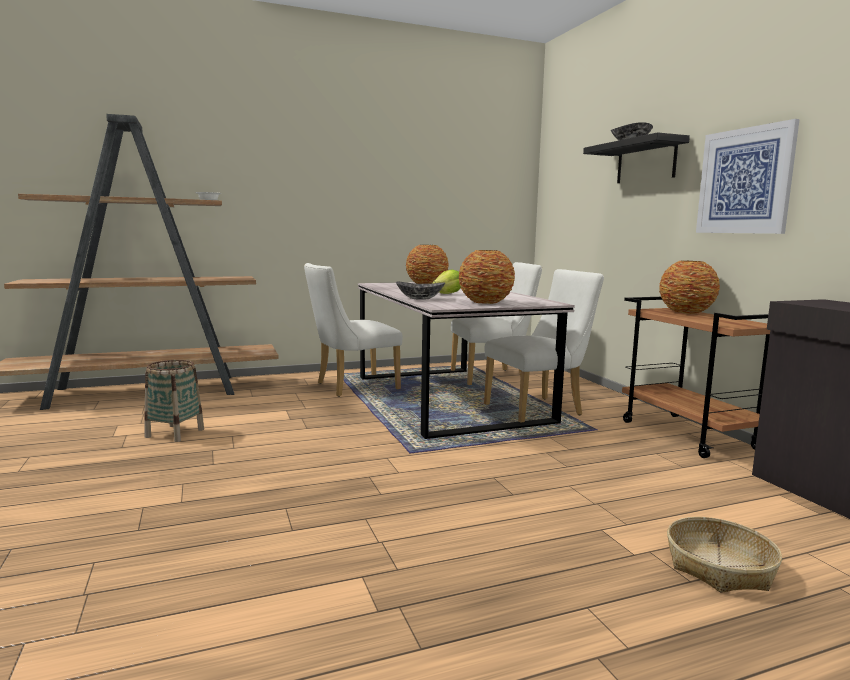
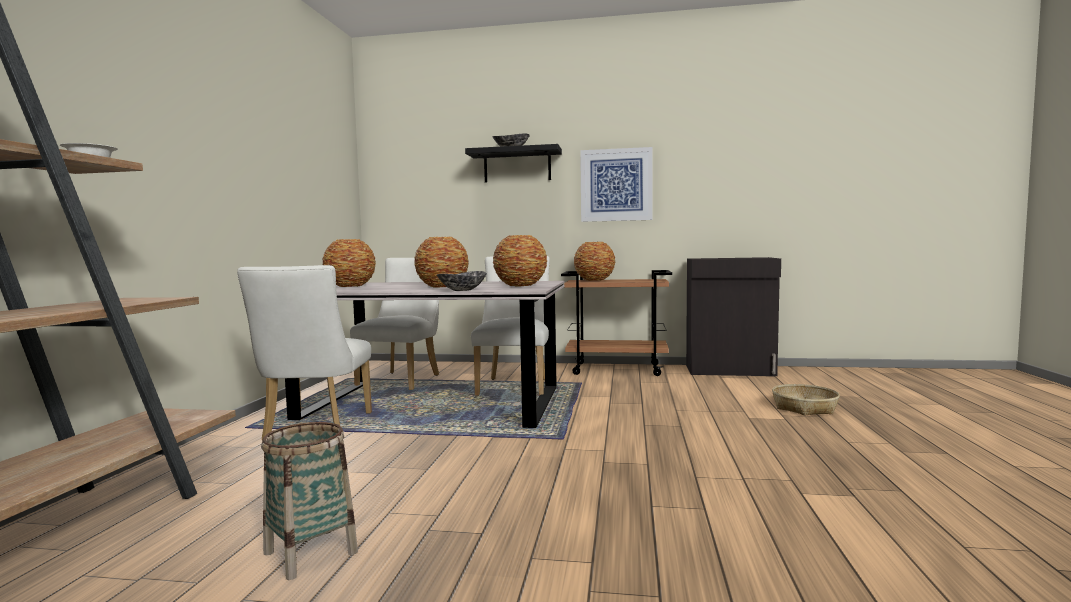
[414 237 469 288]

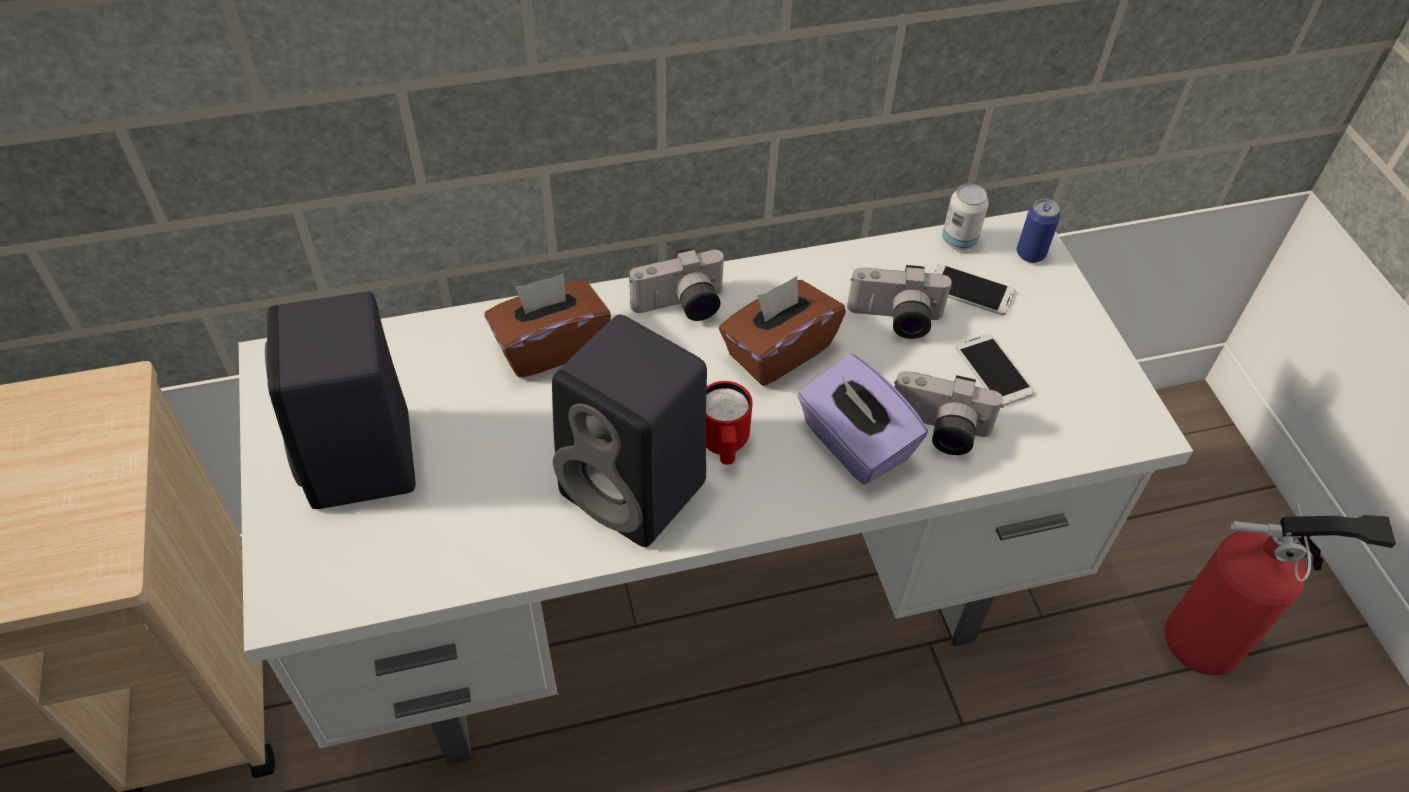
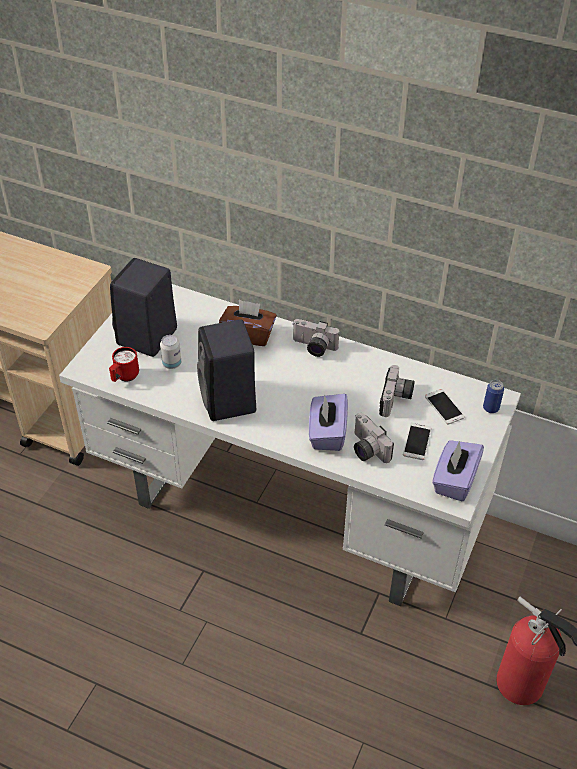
[719 276 846 386] (first image)
[432 440 484 501]
[109 347 139 382]
[160 335 181 369]
[379 365 415 417]

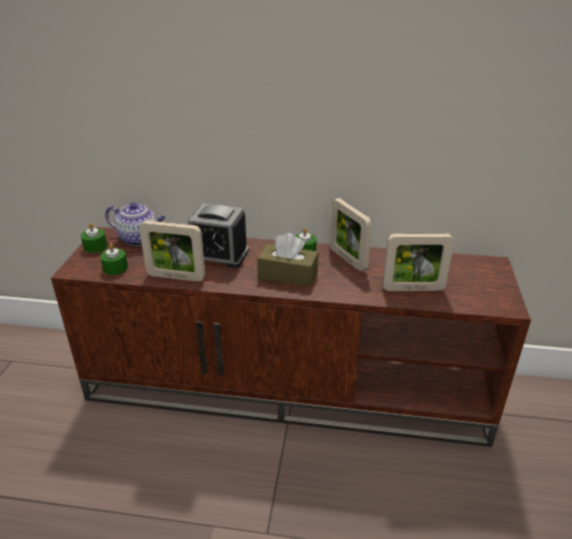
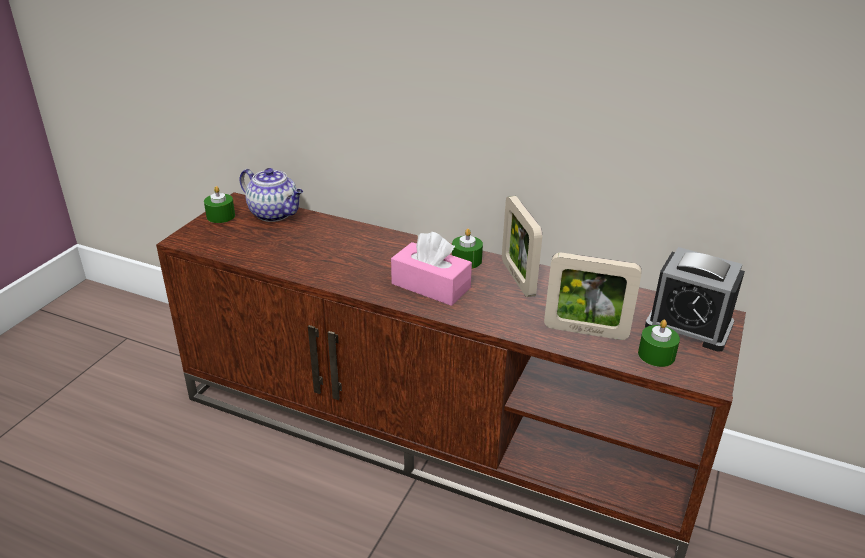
[139 221 205 282] (first image)
[638 320 680 367]
[645 247 745 352]
[391 232 472 306]

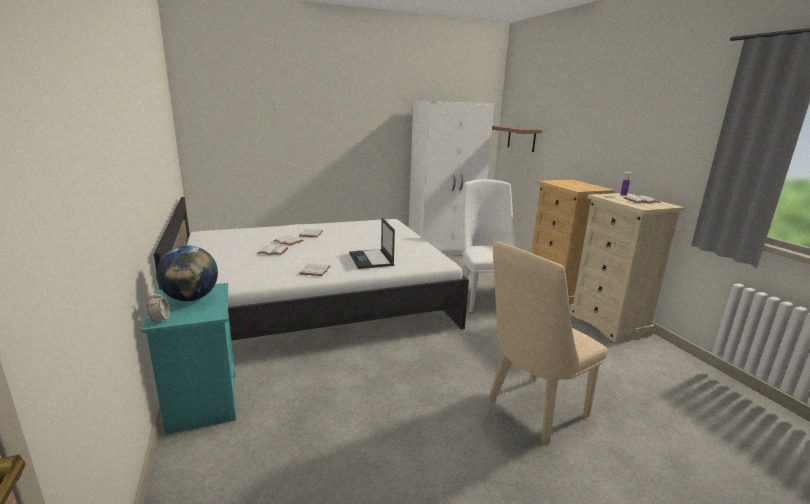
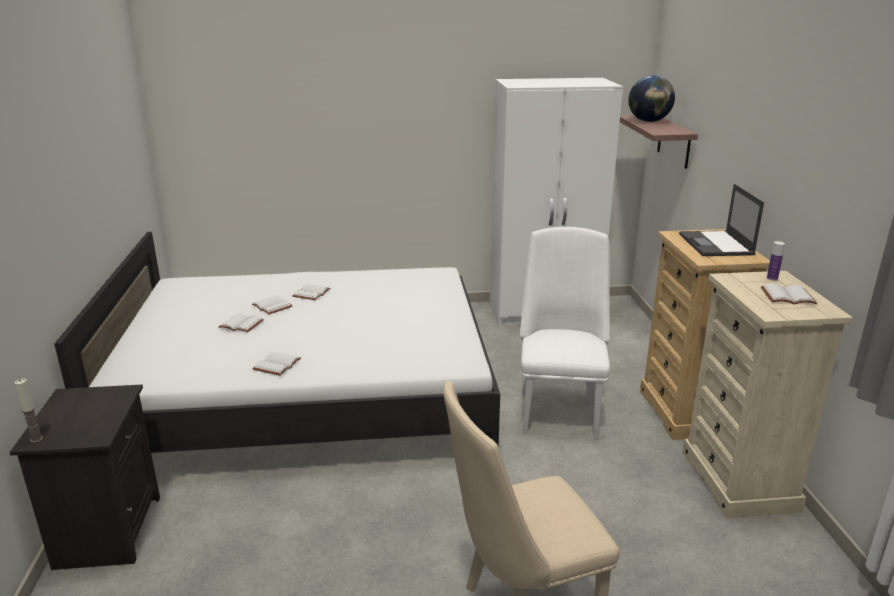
[628 75 675 122]
[679 184 764 256]
[14 379 43 443]
[10 385 160 570]

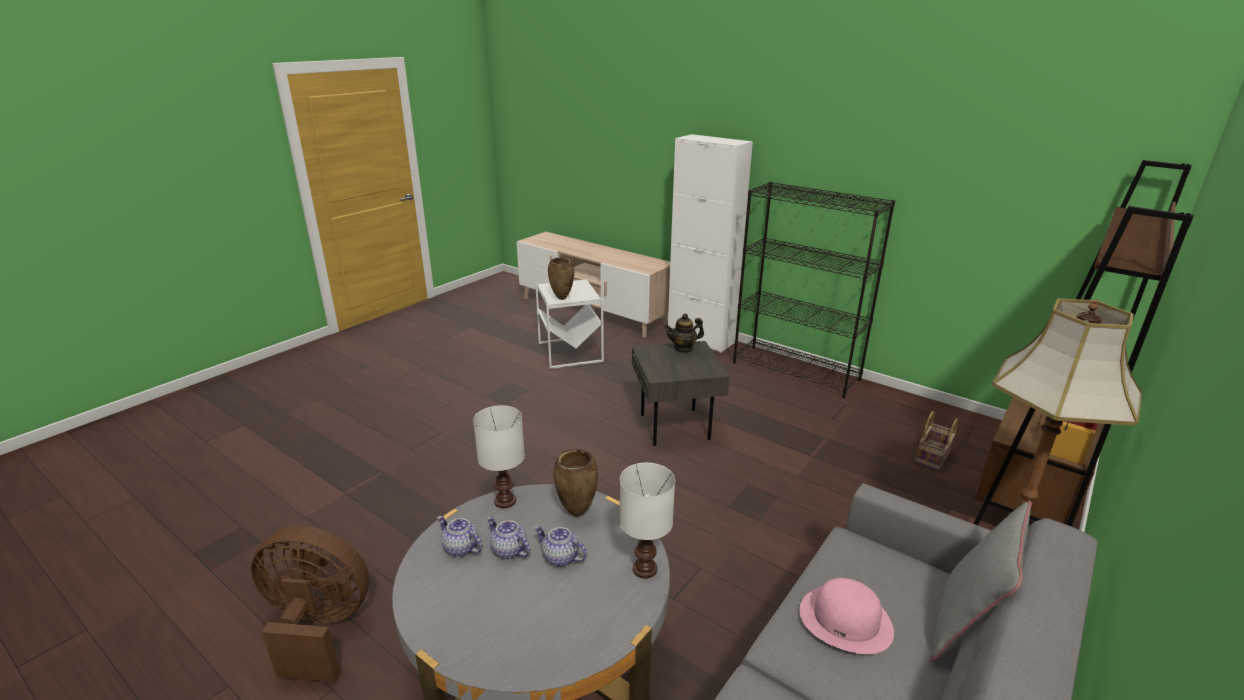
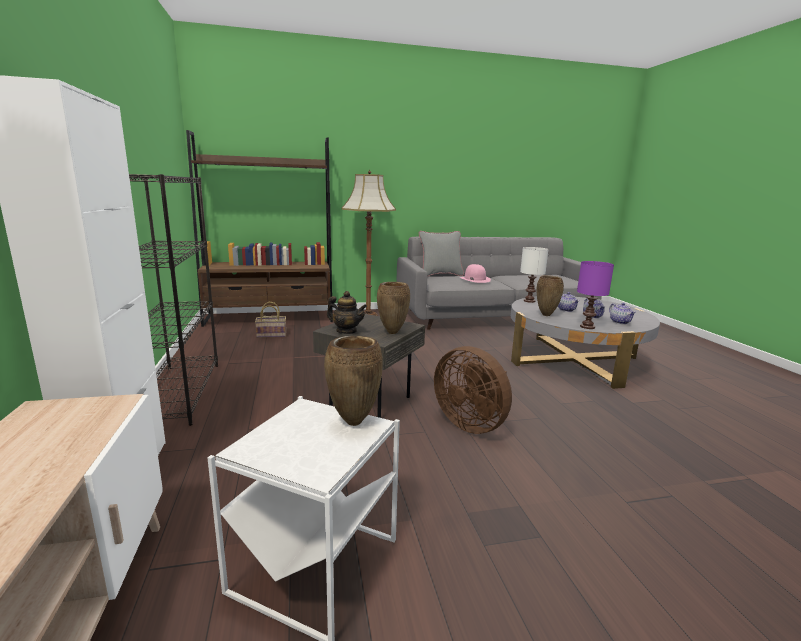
[377 282 410 334]
[434 346 512 434]
[577 261 614 329]

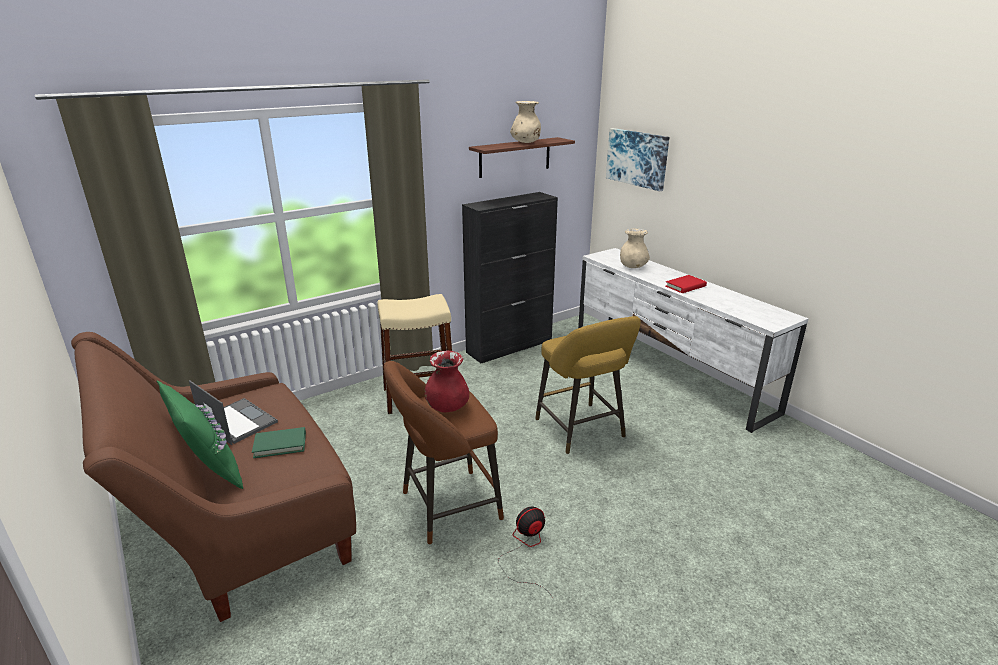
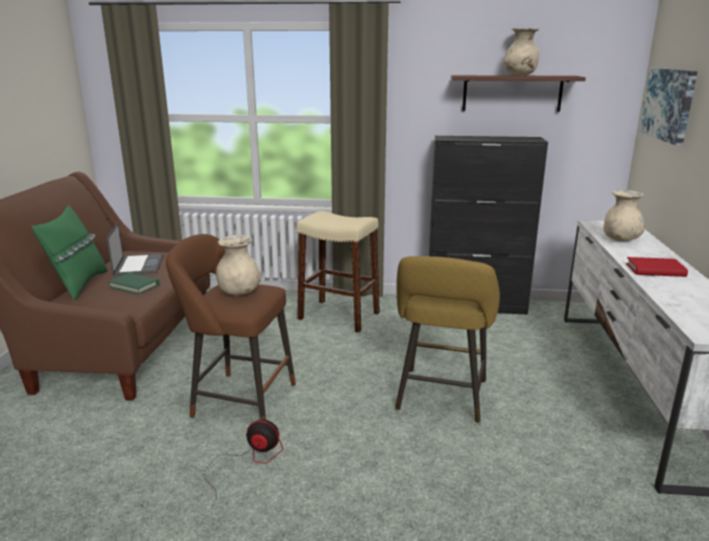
[216 235 262 296]

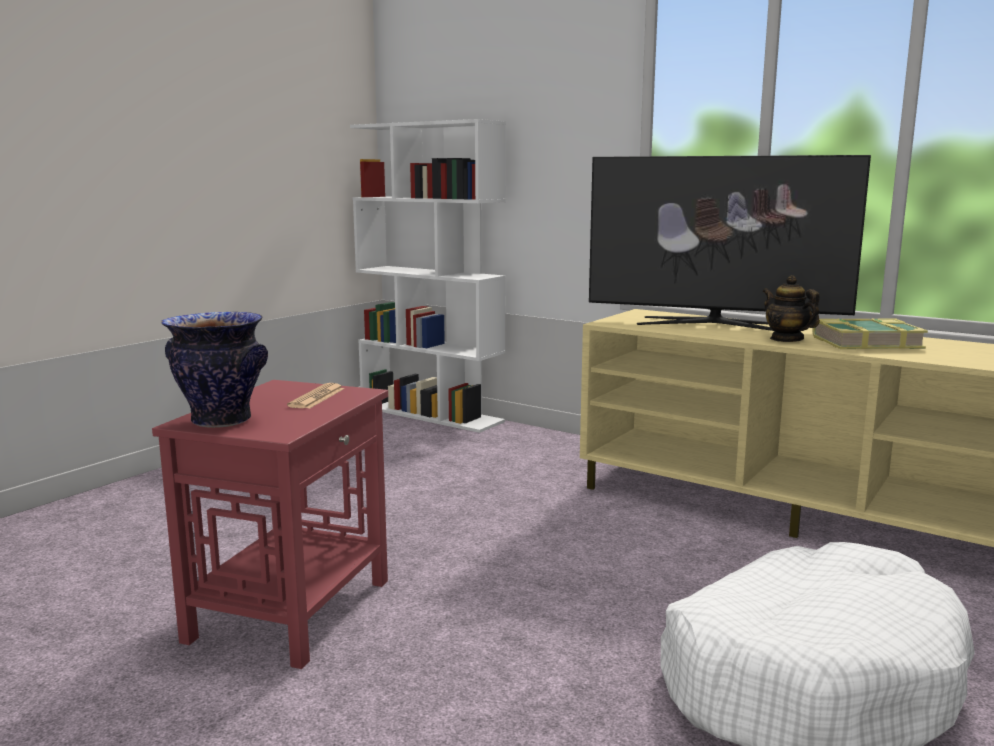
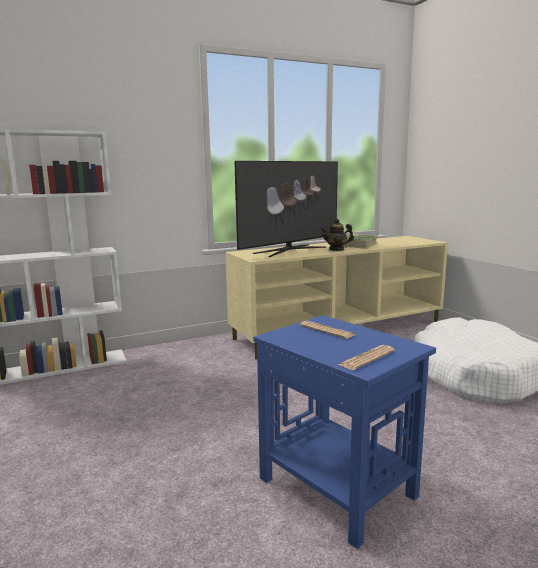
[338 345 395 370]
[254 315 436 549]

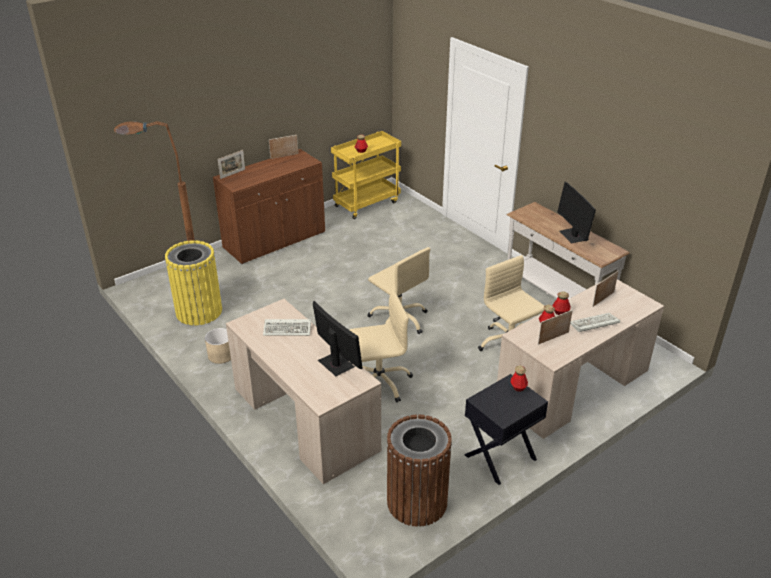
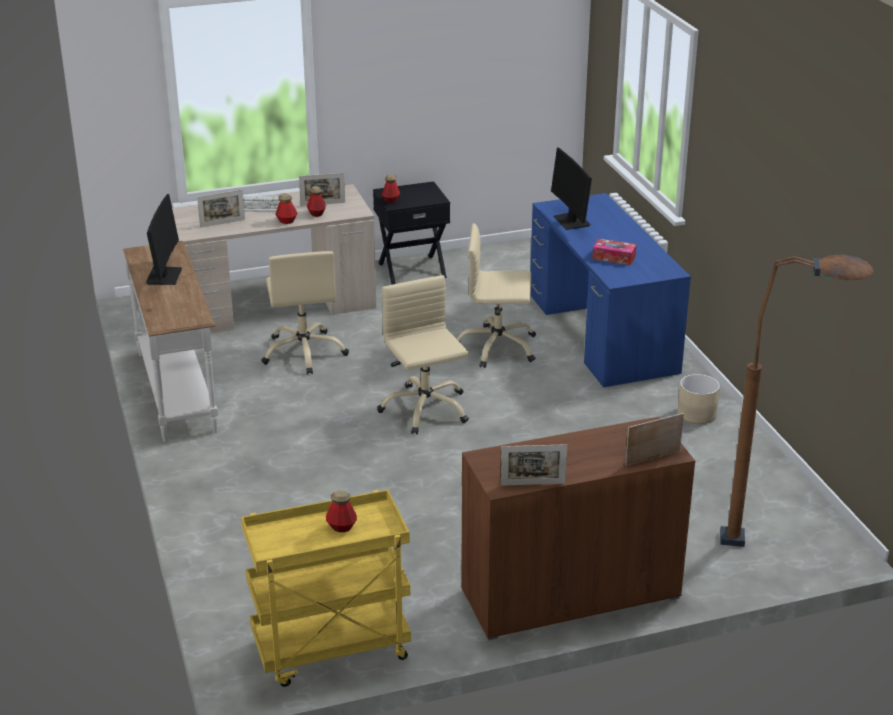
[165 240 222 325] (first image)
[387 415 452 527] (first image)
[592 238 637 265]
[530 193 691 387]

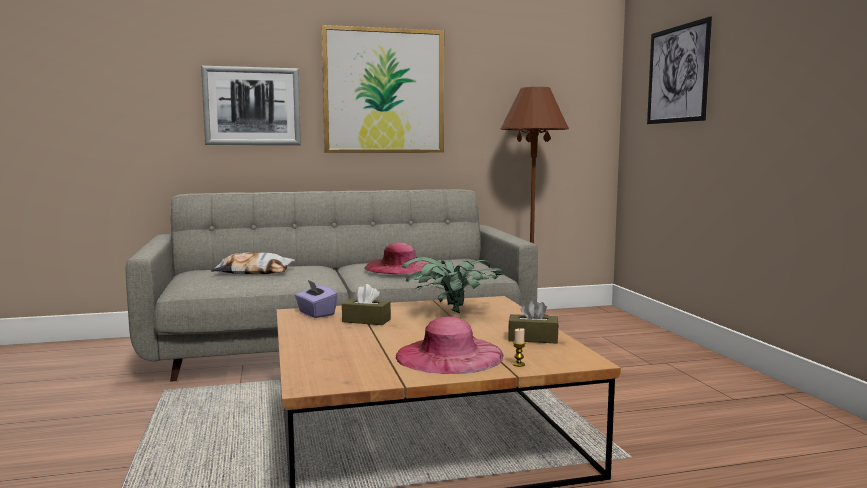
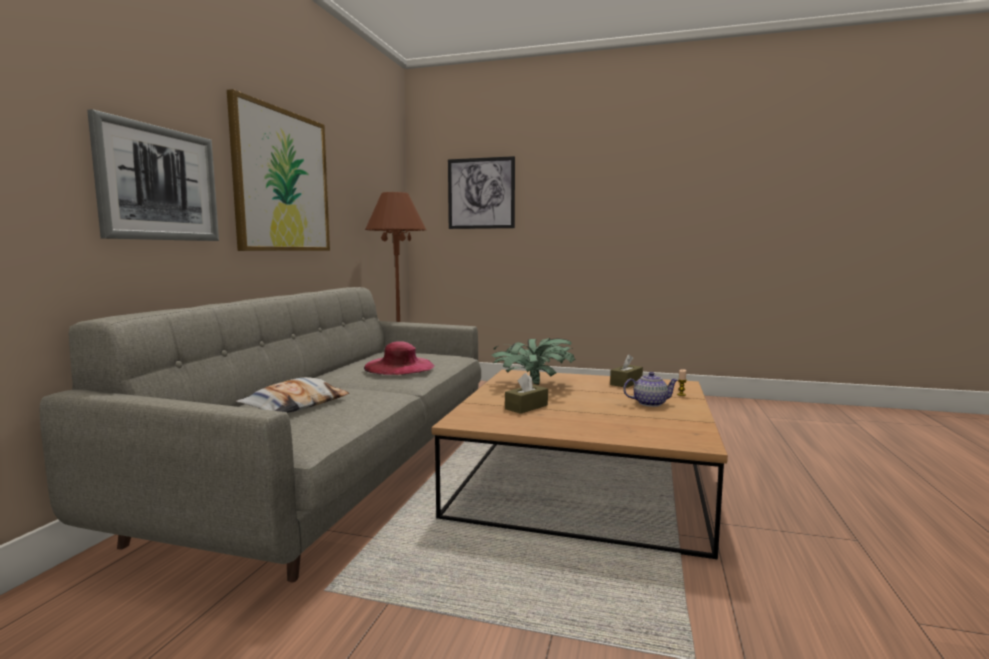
[295 280 338 318] (first image)
[623 372 678 407]

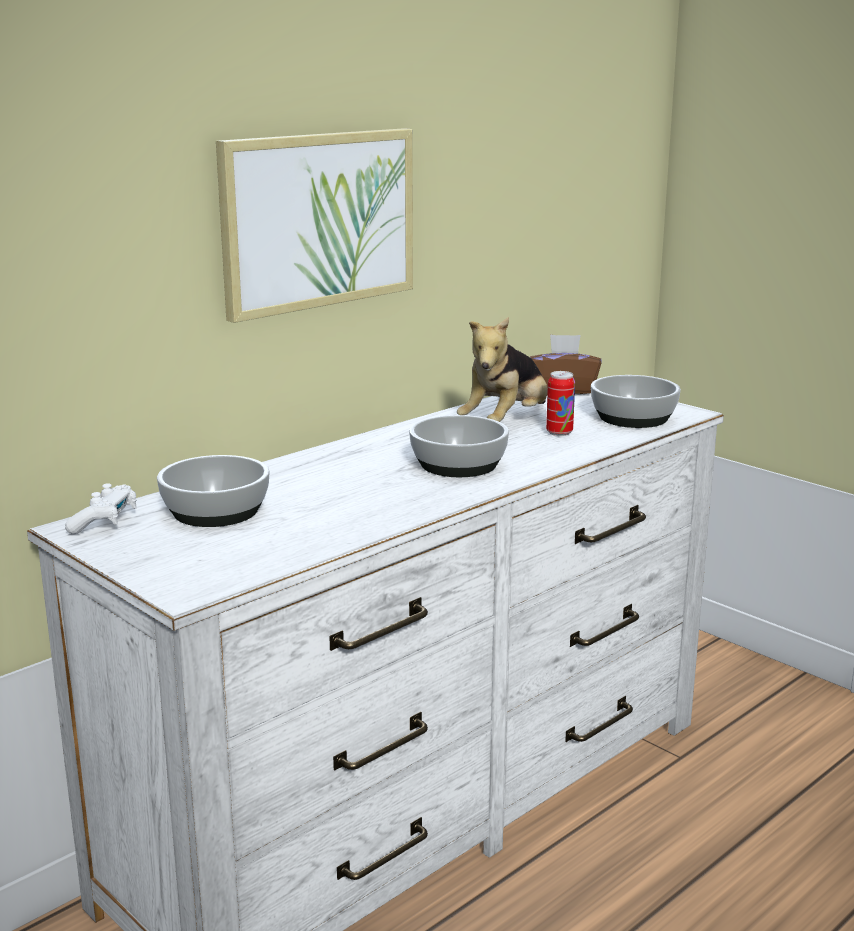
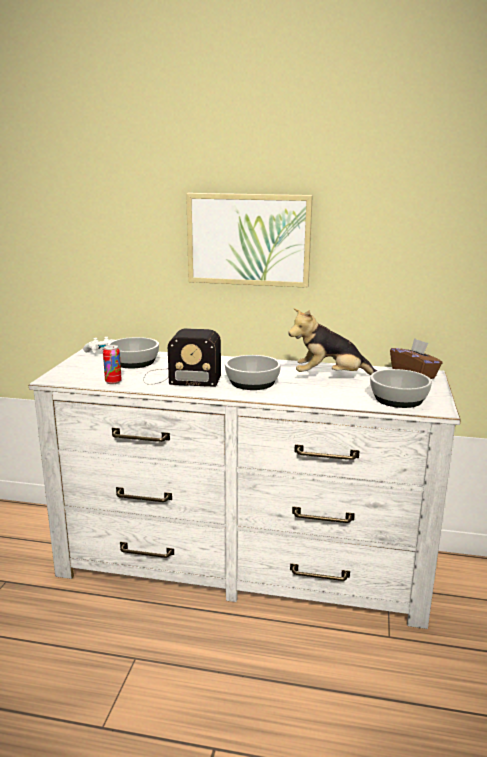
[143 328 221 387]
[103 345 122 385]

